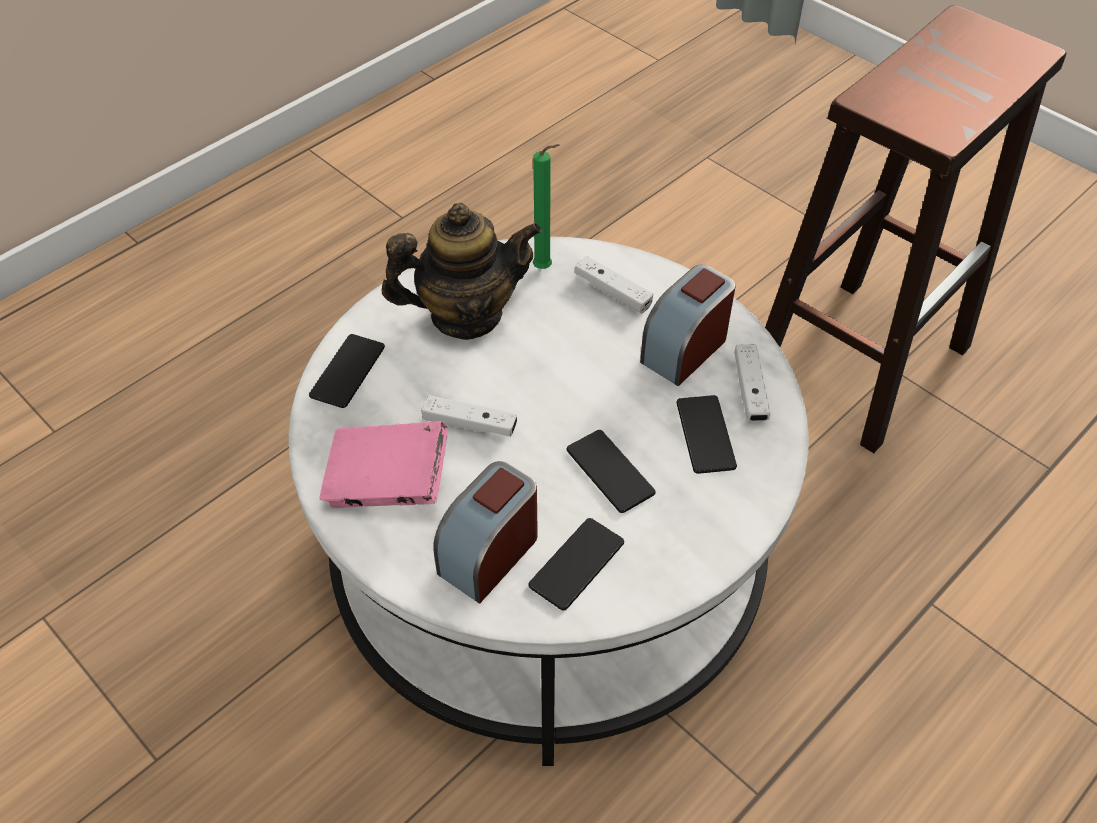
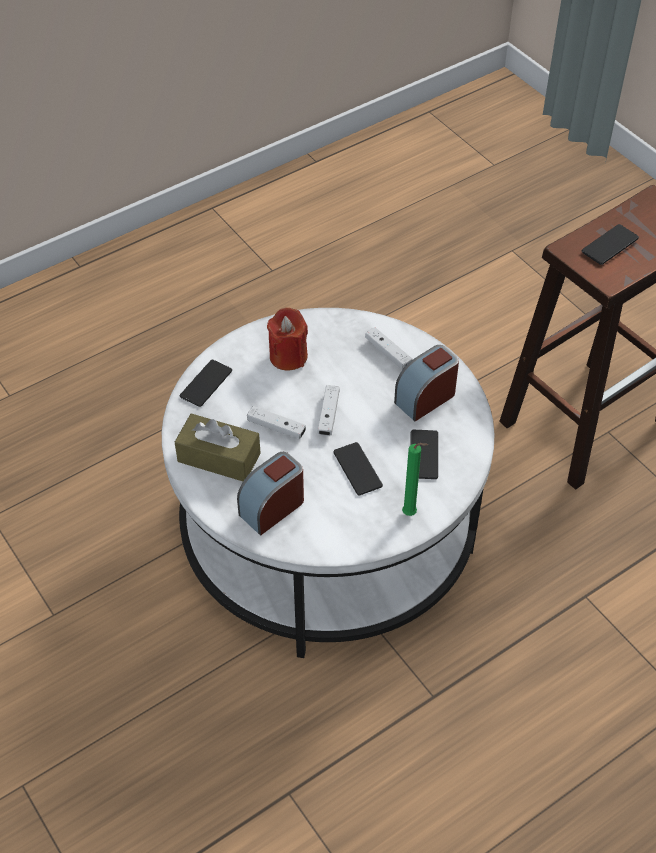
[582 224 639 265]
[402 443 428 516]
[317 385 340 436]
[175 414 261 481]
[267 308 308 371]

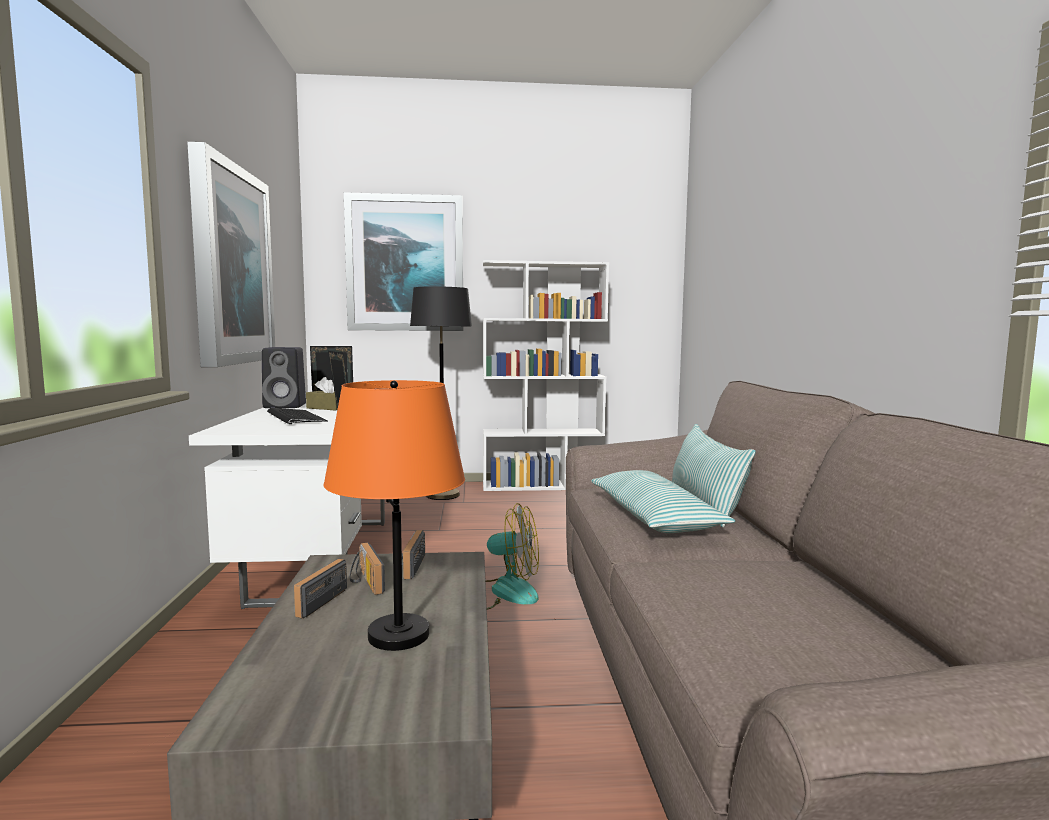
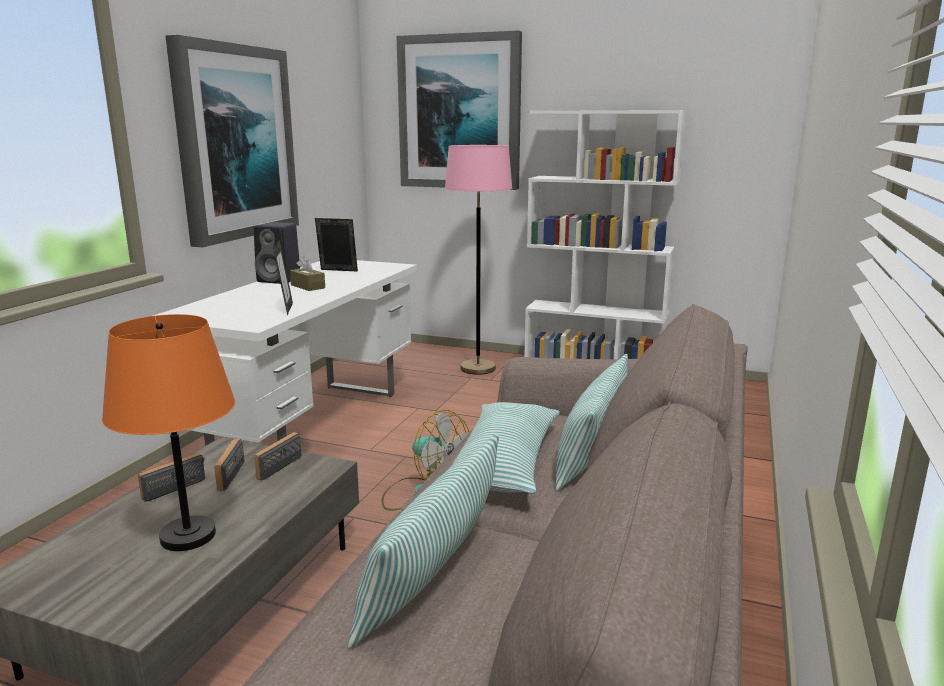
[267 408 328 424] (first image)
[348 434 499 648]
[445 145 512 375]

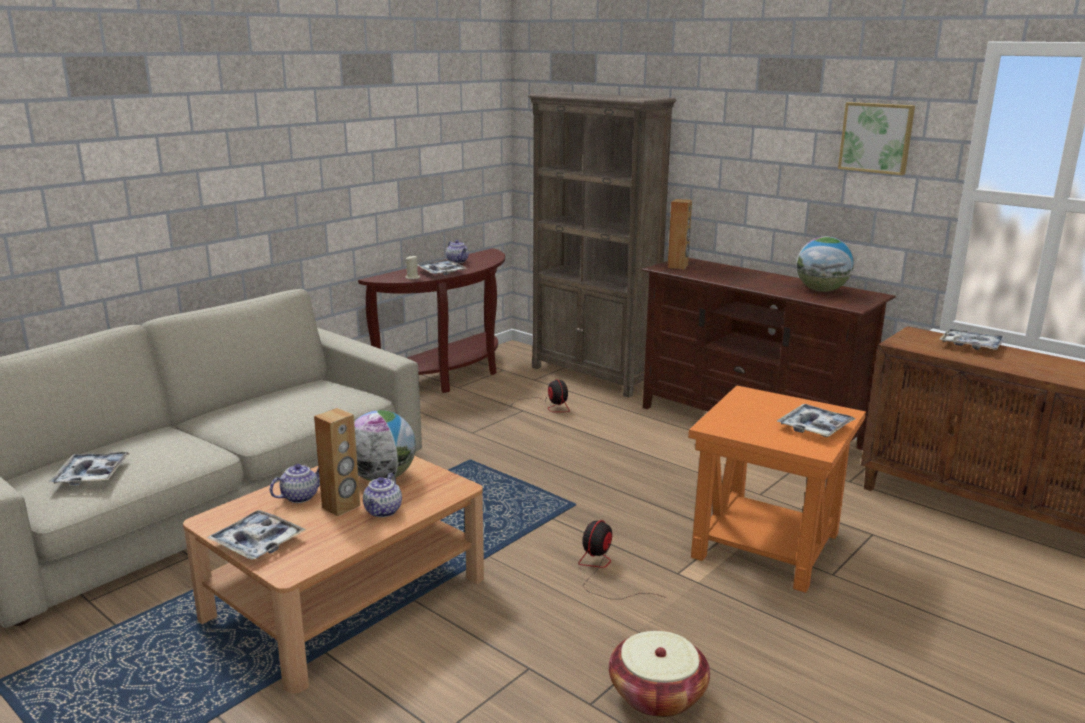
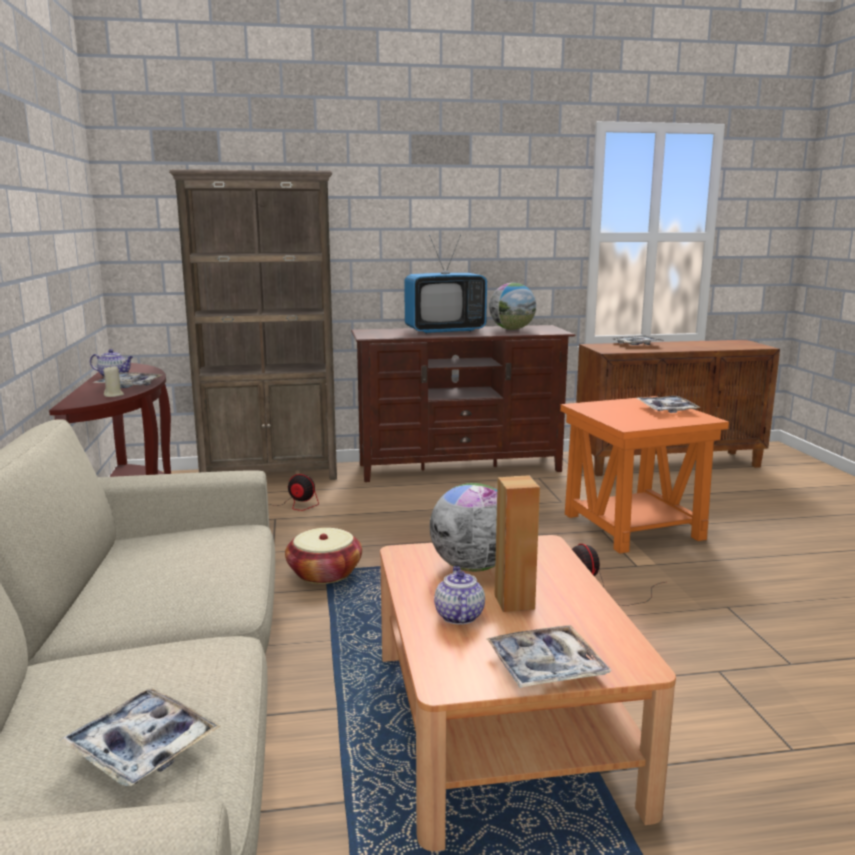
[363 473 402 517] (first image)
[667 199 692 269] (first image)
[838 102 915 175] (first image)
[404 235 487 334]
[285 528 362 584]

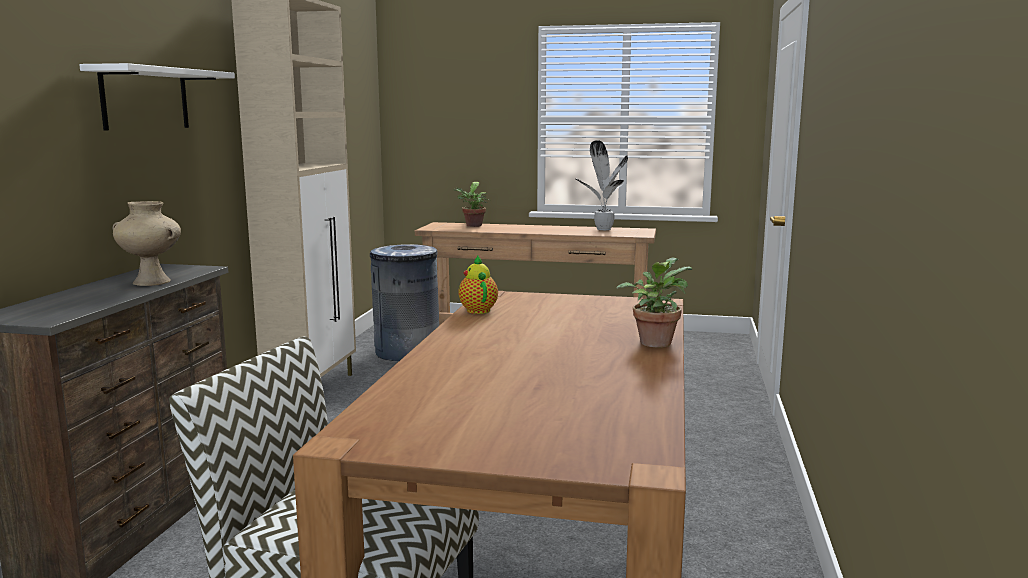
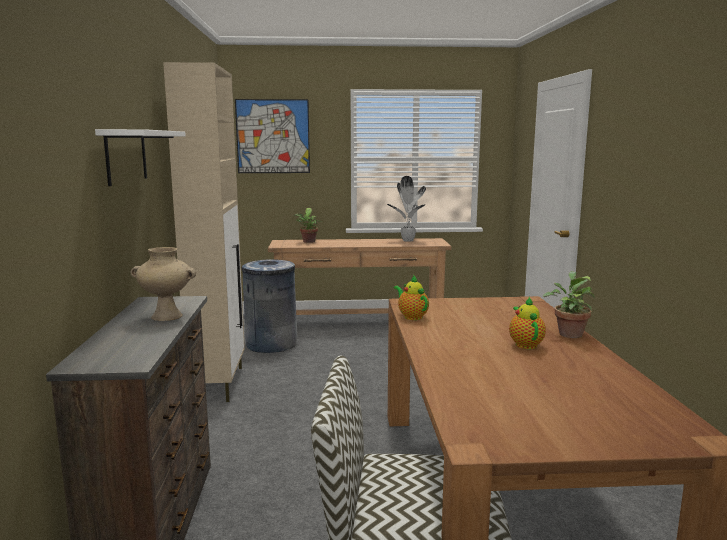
[235 99 310 173]
[509 297 546 349]

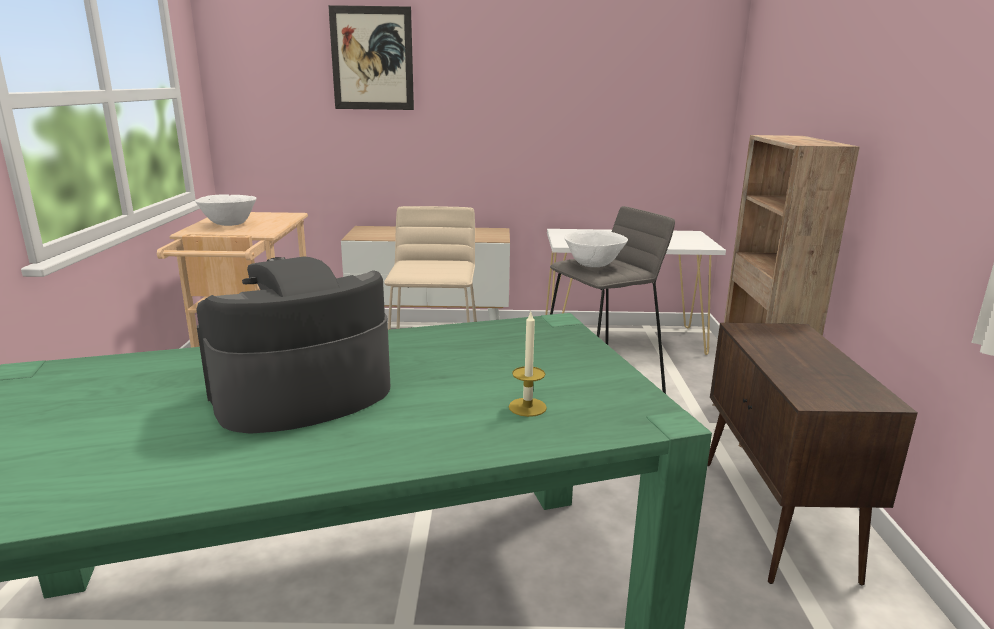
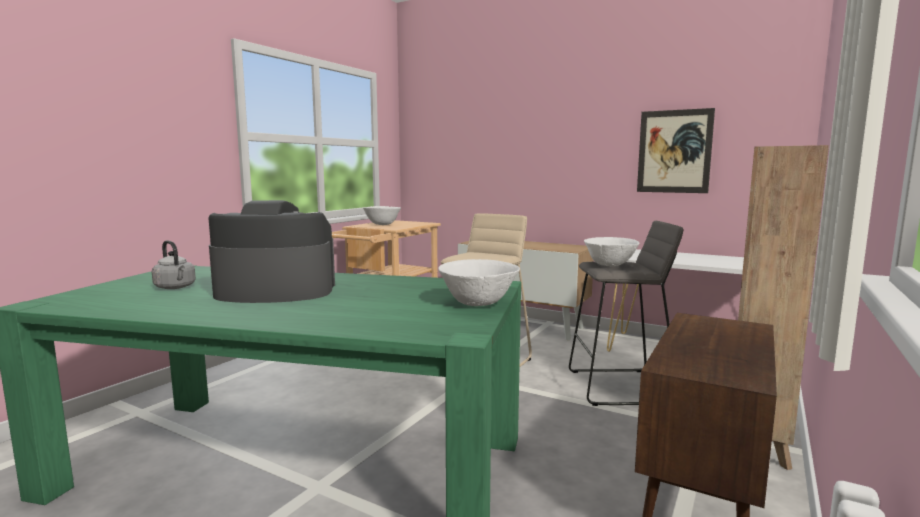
[509 312 547 417] (first image)
[152 241 196 289]
[438 259 520 306]
[637 108 715 193]

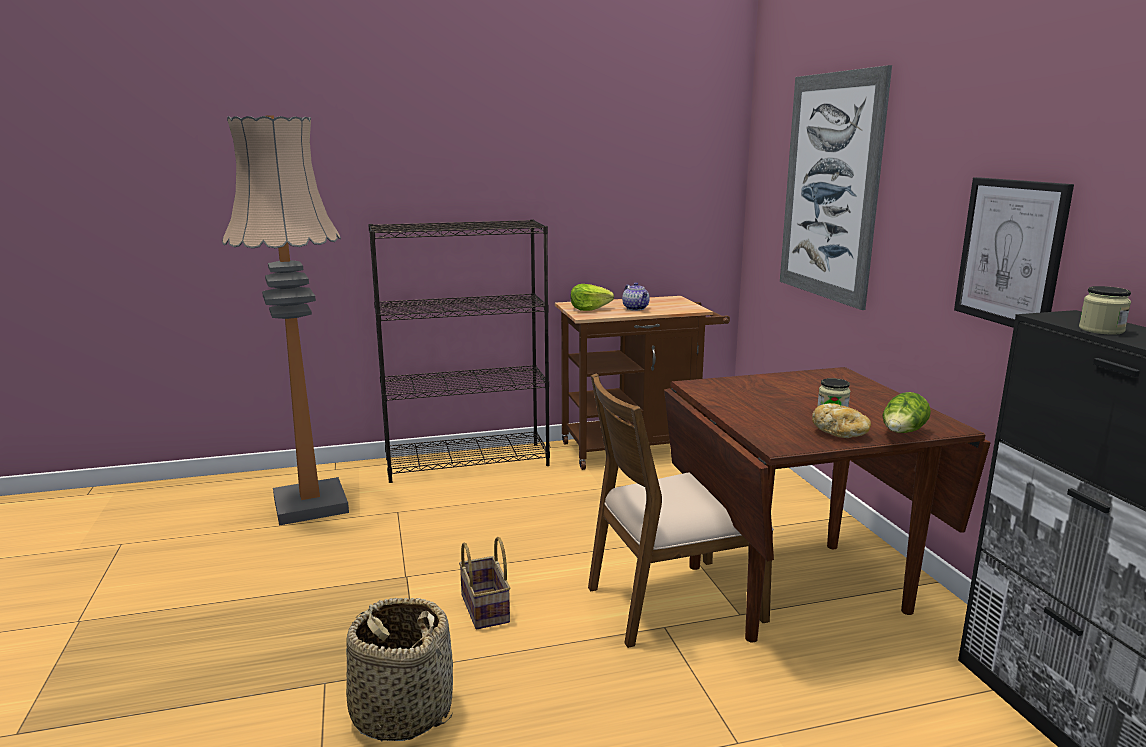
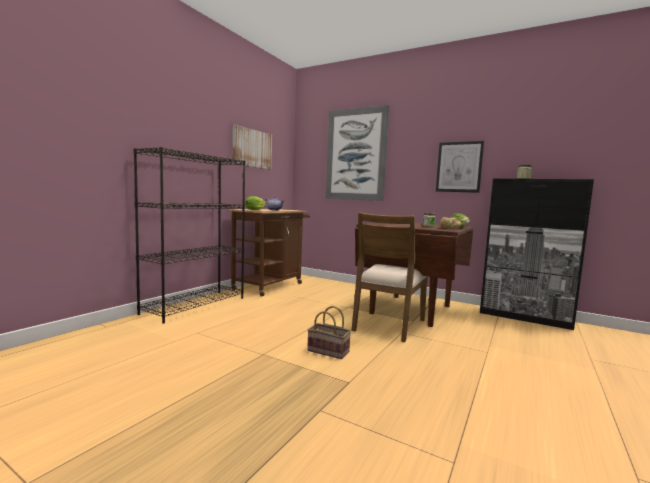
[222 115 349 526] (first image)
[346 598 453 741] (first image)
[232 125 272 169]

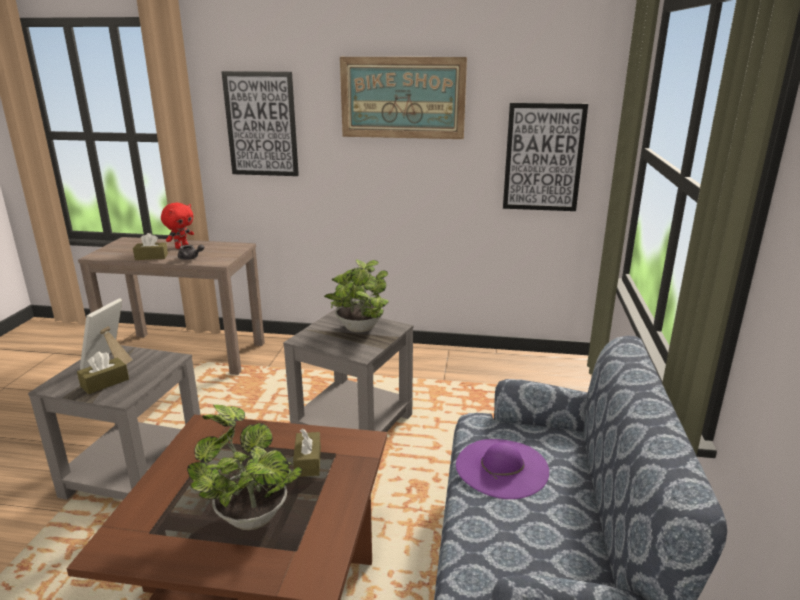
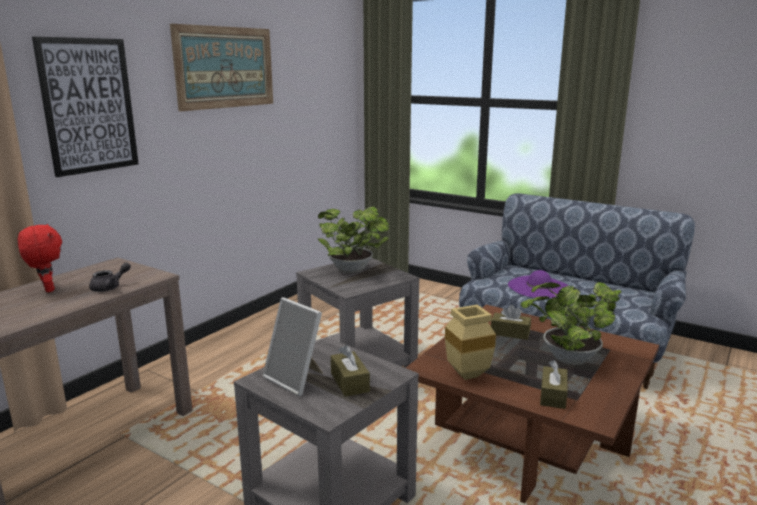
[503 103 588 211] (first image)
[445 305 496 380]
[540 360 568 409]

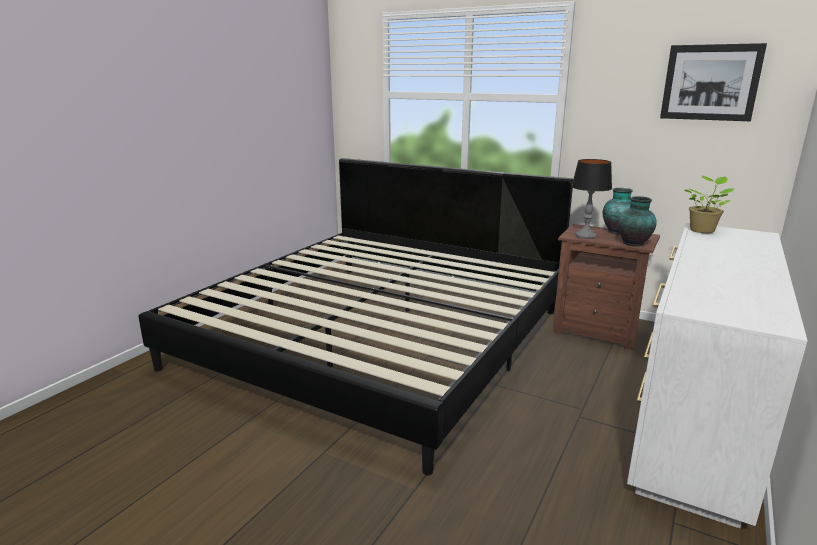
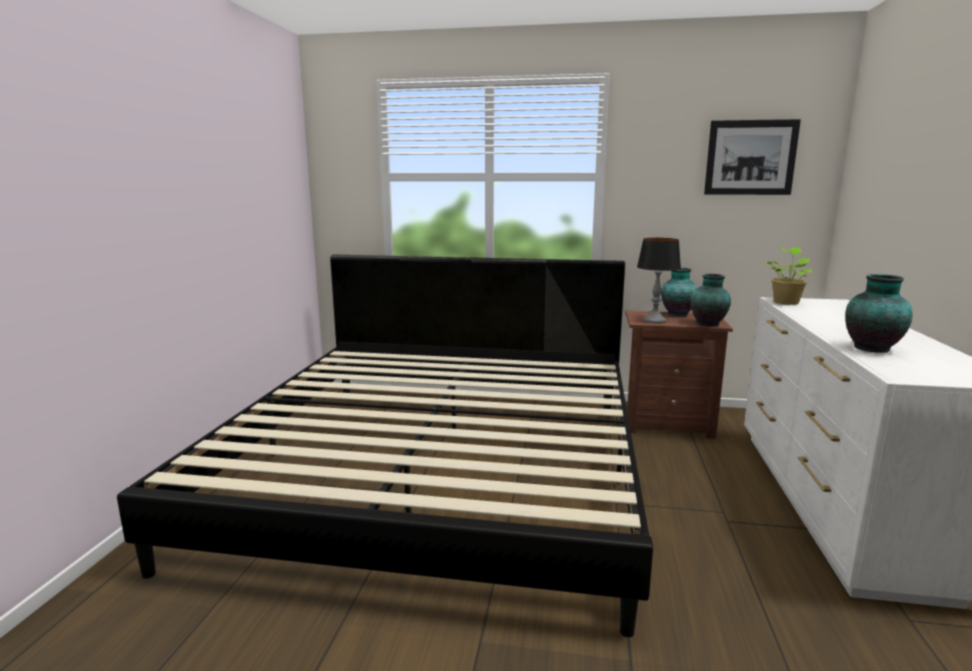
[845 274 913 353]

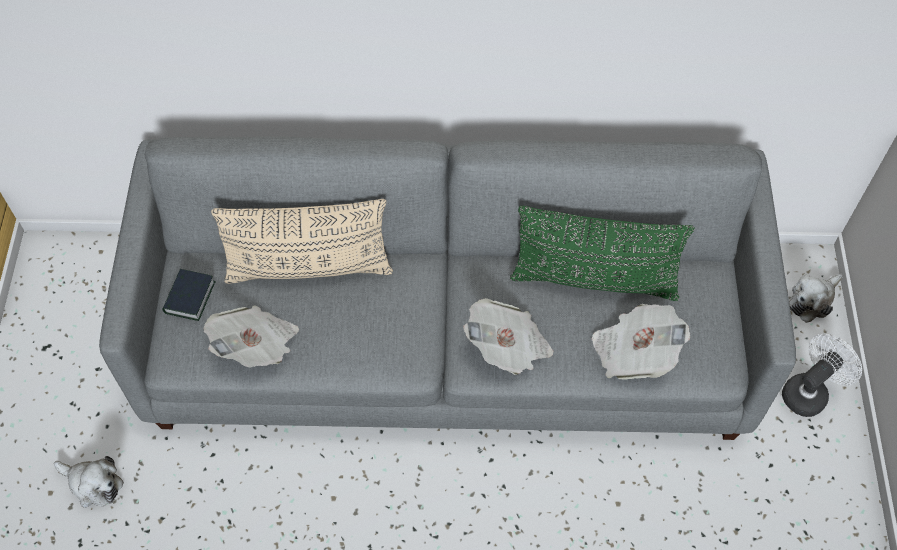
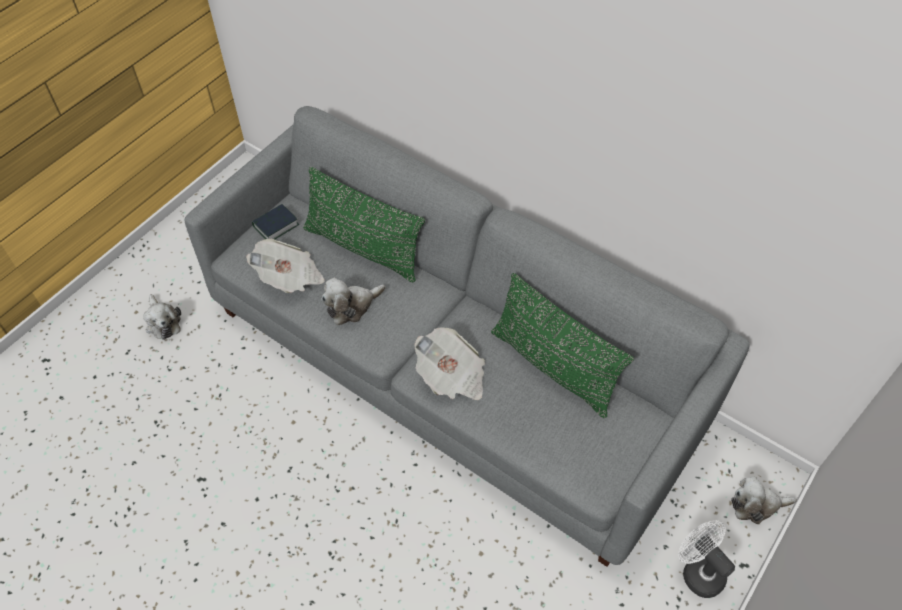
[591 304 690 380] (first image)
[321 278 385 325]
[303 167 425 283]
[678 520 735 598]

